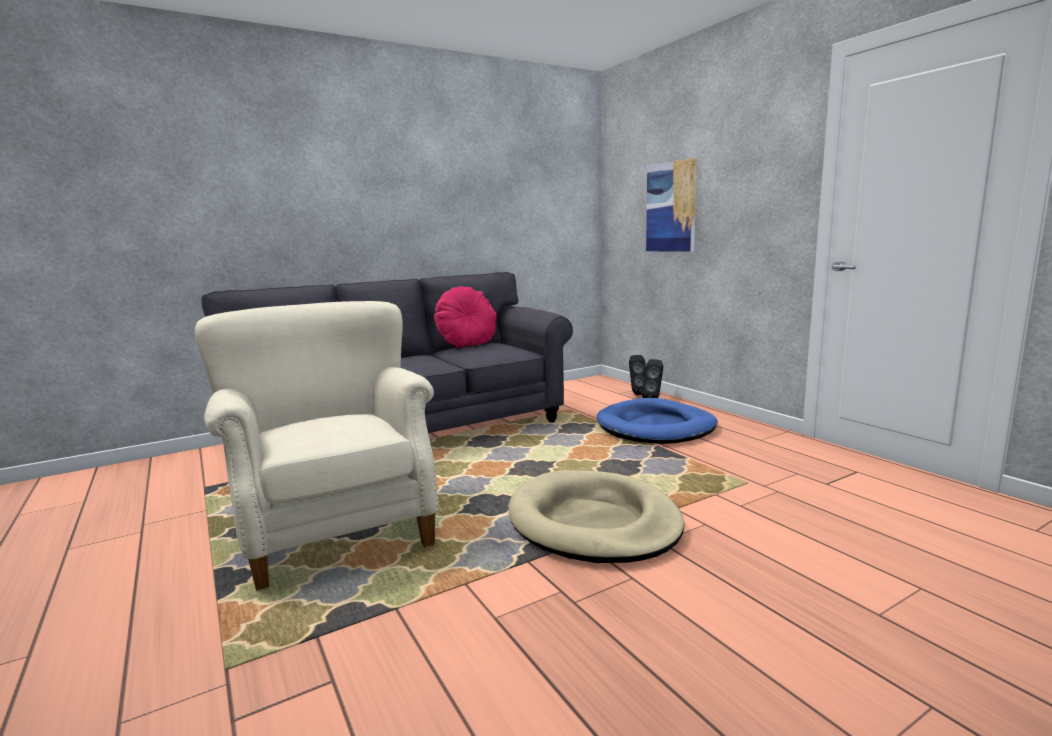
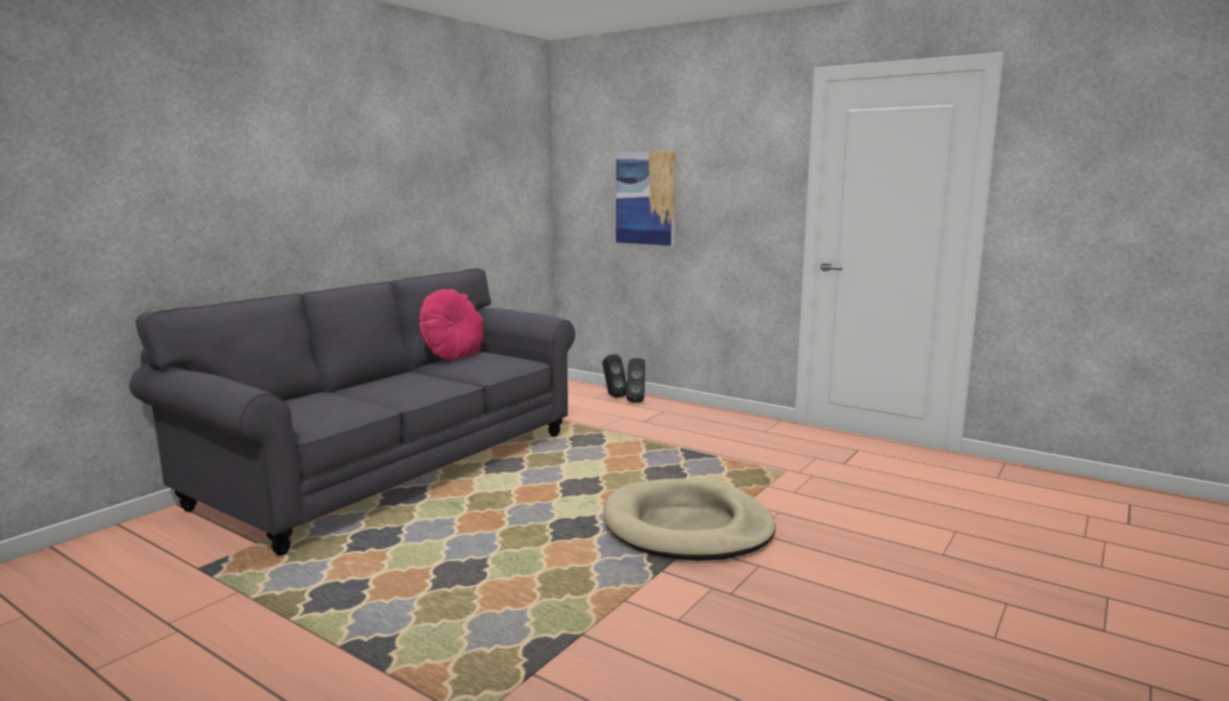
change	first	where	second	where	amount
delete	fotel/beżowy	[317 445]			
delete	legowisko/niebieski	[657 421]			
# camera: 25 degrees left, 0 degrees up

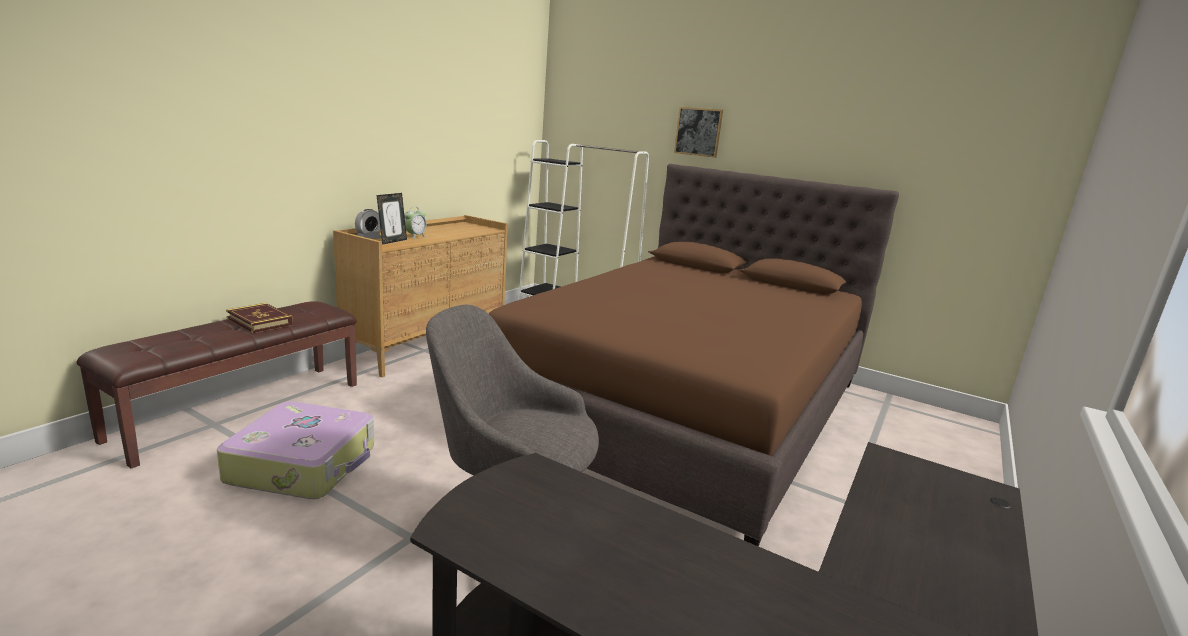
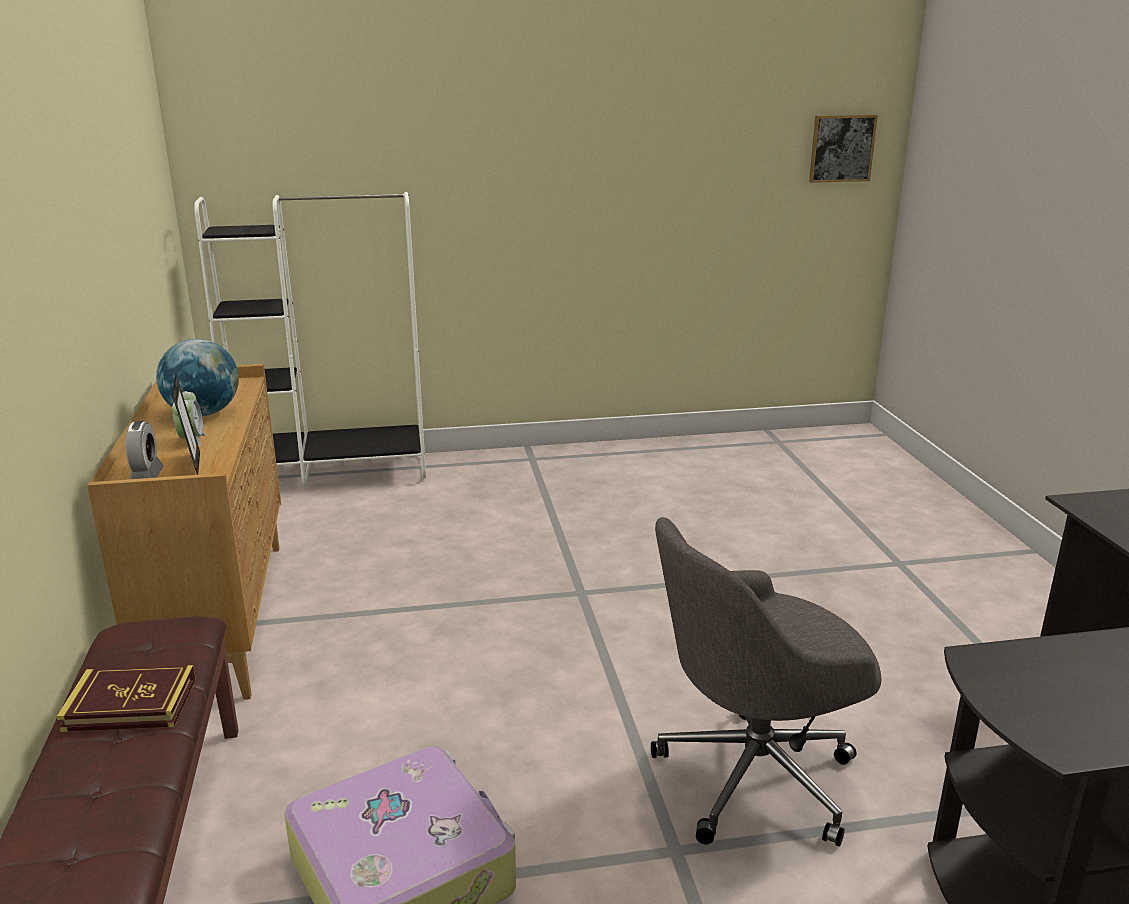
change	first	where	second	where	amount
insert			globus	[197 377]	
move	obraz	[698 132]		[843 149]	
delete	łóżko/brązowy	[694 355]			
# camera: 40 degrees left, 5 degrees up

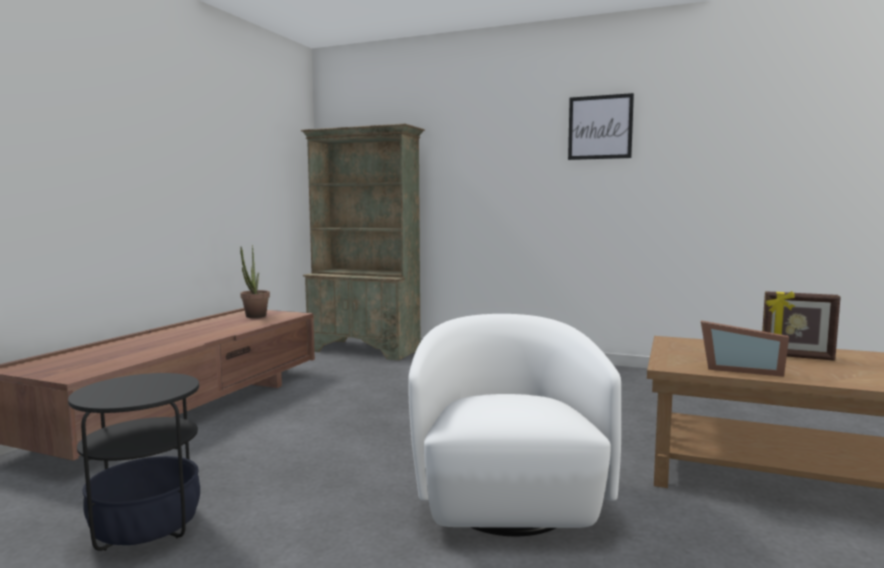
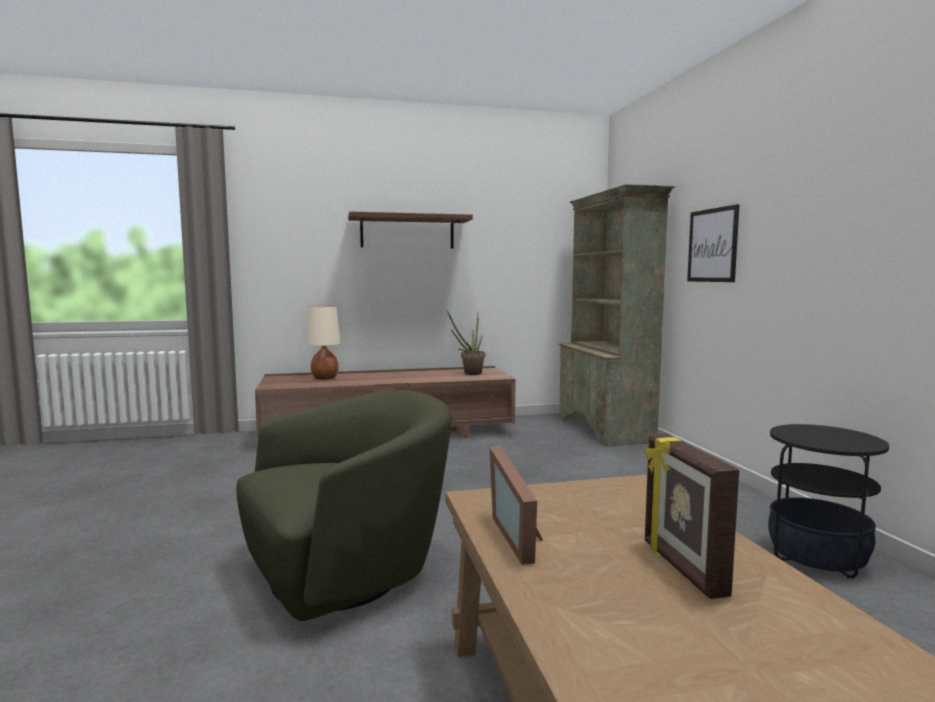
change	first	where	second	where	amount
recolor	fotel/biały	[514 425]	fotel/zielony	[344 505]	
insert			lampa stołowa/beżowy	[324 343]	
insert			półka	[410 229]	
move	obraz	[601 126]		[713 243]	
move	stolik/czarny	[134 462]		[828 501]	
# camera: 55 degrees right, 0 degrees up

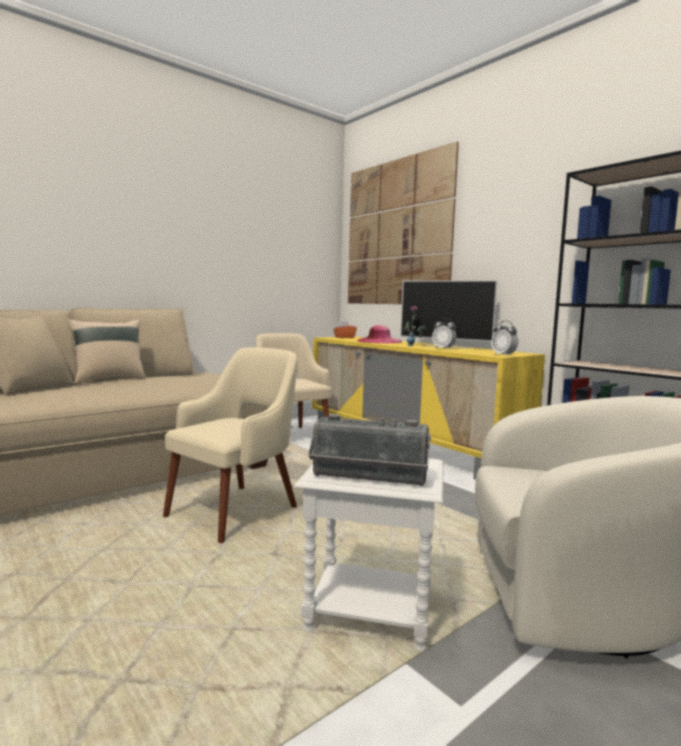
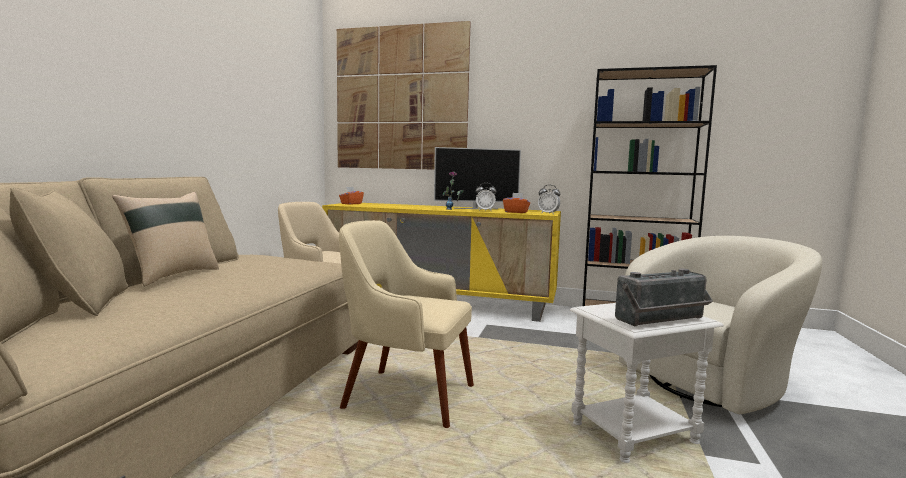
change	first	where	second	where	amount
rotate	fotel/beżowy	[230 445]		[406 324]	75 degrees counterclockwise
insert			pudełko chusteczek/pomarańczowy	[516 203]	
delete	kapelusz/różowy	[379 334]			
# camera: 35 degrees left, 0 degrees up

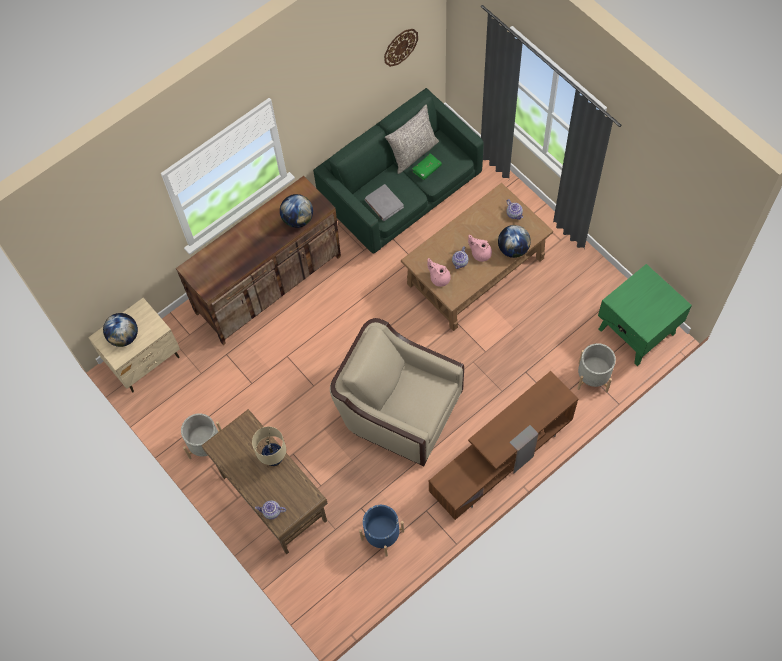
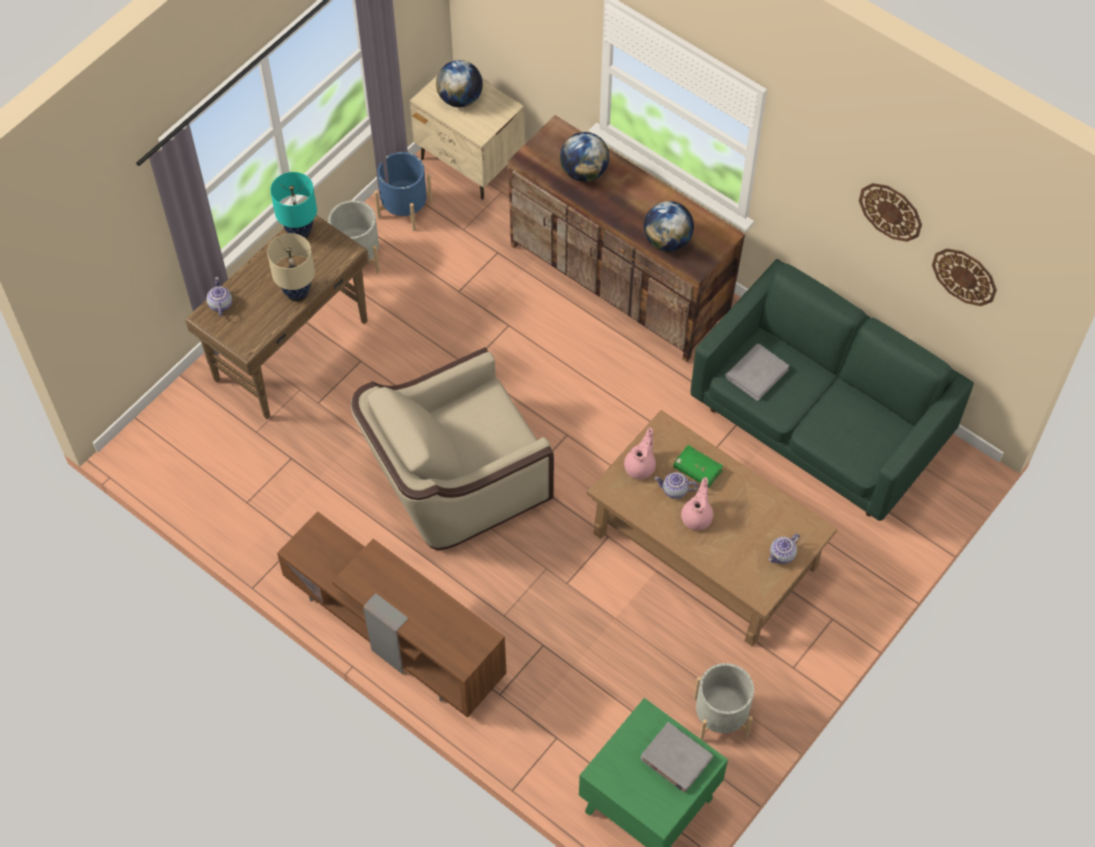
change	first	where	second	where	amount
insert			lampa stołowa/turkusowy	[293 205]	
rotate	fotel/beżowy	[397 392]		[452 448]	135 degrees counterclockwise
move	donica/niebieski	[381 531]		[403 191]	
move	globus	[514 241]		[584 157]	
insert			książka/szary	[676 757]	
move	książka/zielony	[427 166]		[698 466]	
move	donica/szary	[596 367]		[724 702]	
insert			zegar ścienny	[890 212]	
delete	poduszka/szary	[412 139]			
# camera: 75 degrees right, 5 degrees down

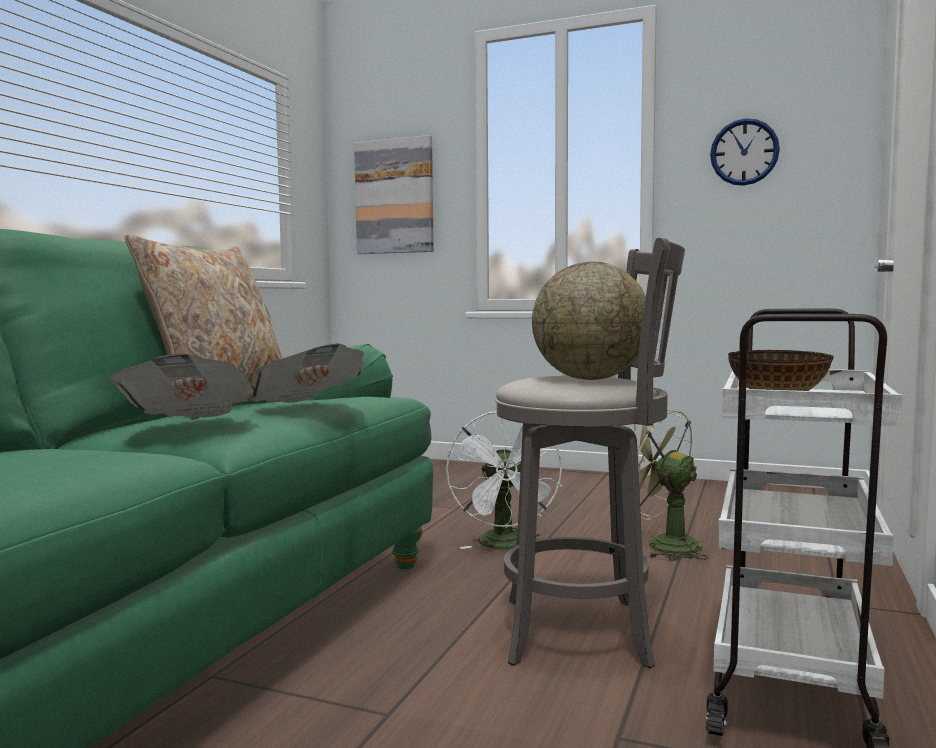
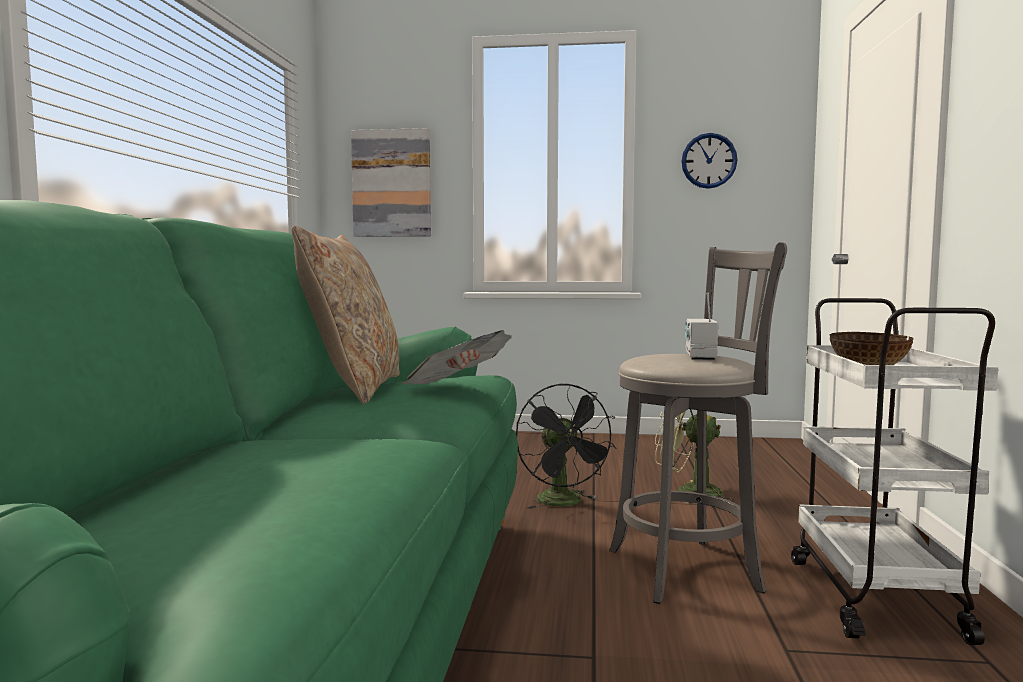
change	first	where	second	where	amount
recolor	wentylator/biały	[504 480]	wentylator/czarny	[566 446]	
replace	globus	[589 321]	radio	[701 326]	
delete	gazeta	[182 385]			
# camera: 15 degrees left, 0 degrees up

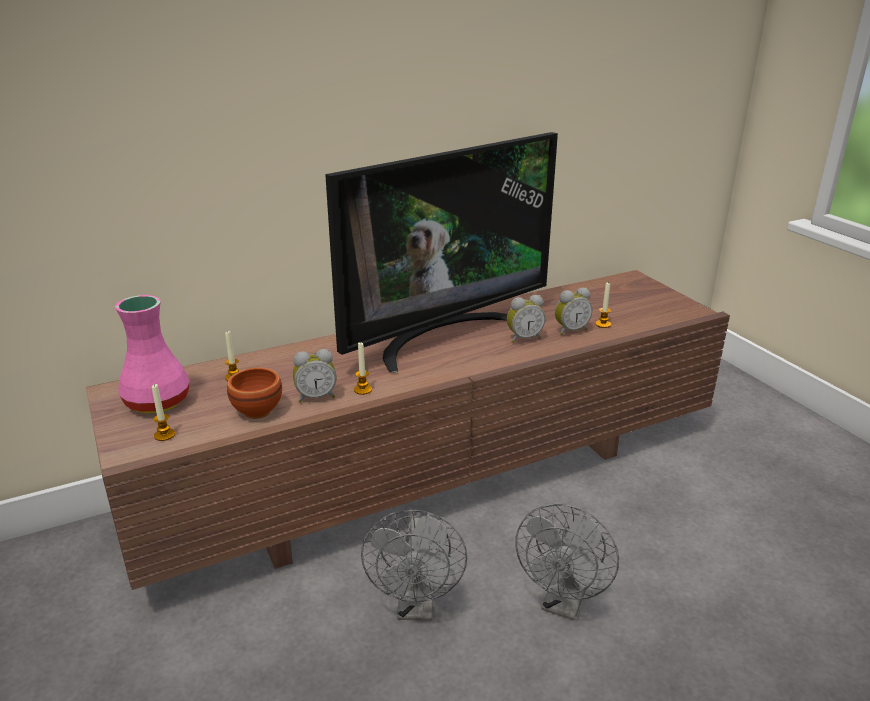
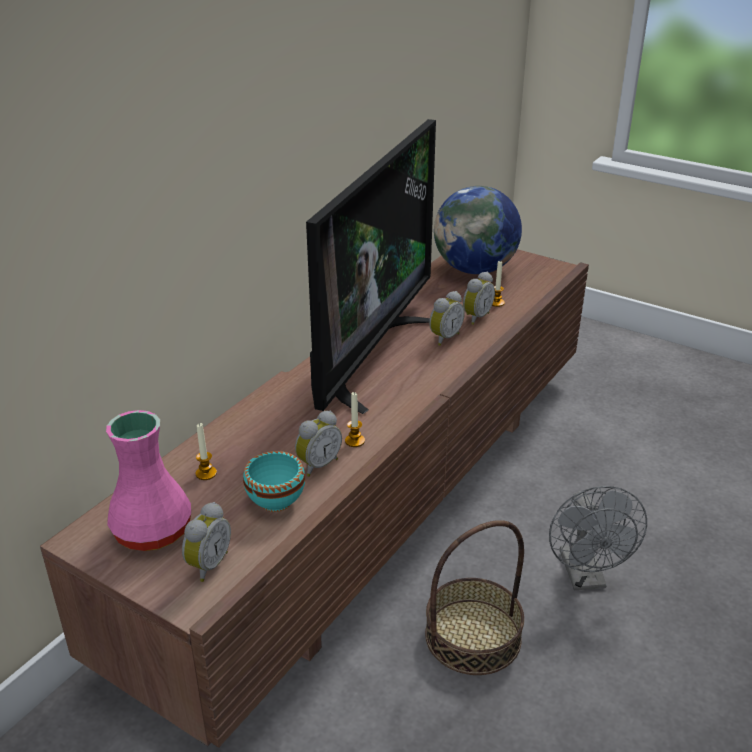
change	first	where	second	where	amount
replace	świeca	[163 412]	budzik	[206 542]	
recolor	miska/brązowy	[254 393]	miska/turkusowy	[274 481]	
replace	wentylator/szary	[414 565]	koszyk	[474 597]	
insert			globus	[478 230]	
# camera: 30 degrees left, 5 degrees up

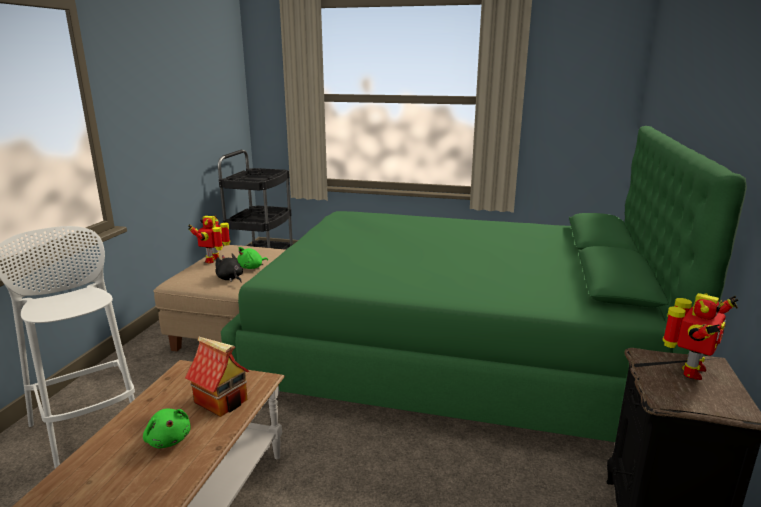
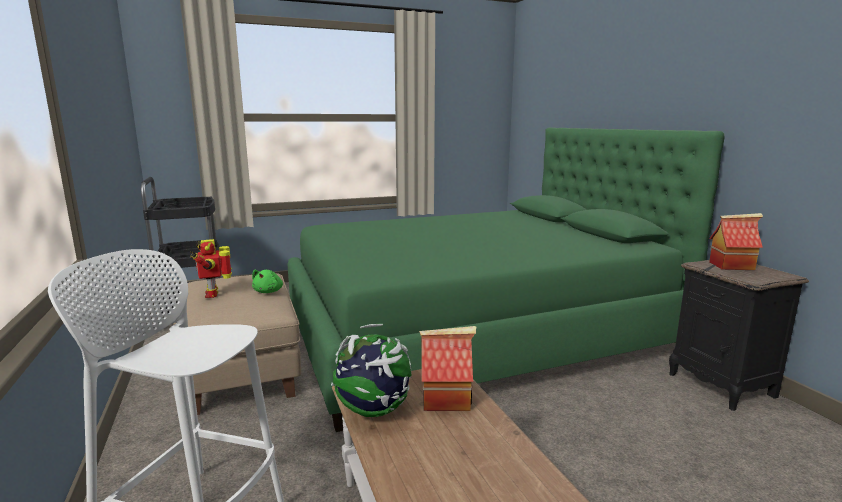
change	first	where	second	where	amount
insert			globus	[371 370]	
replace	robot zabawkowy	[700 336]	domek	[736 241]	
delete	pluszak/zielony	[167 429]			
delete	pluszak/czarny	[229 268]			
# camera: 35 degrees left, 5 degrees down

